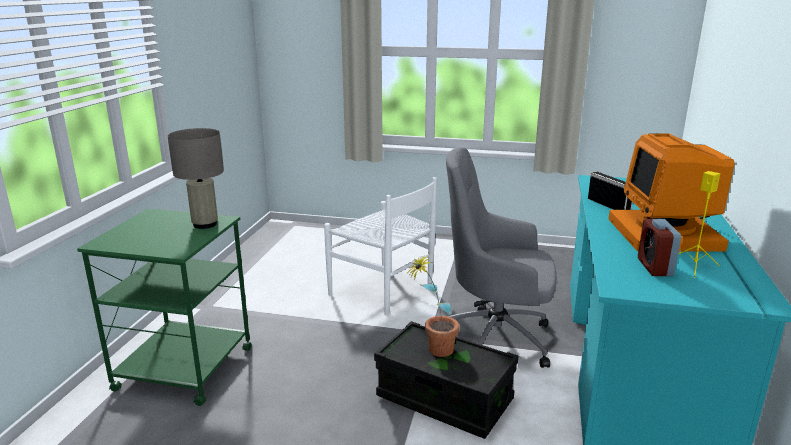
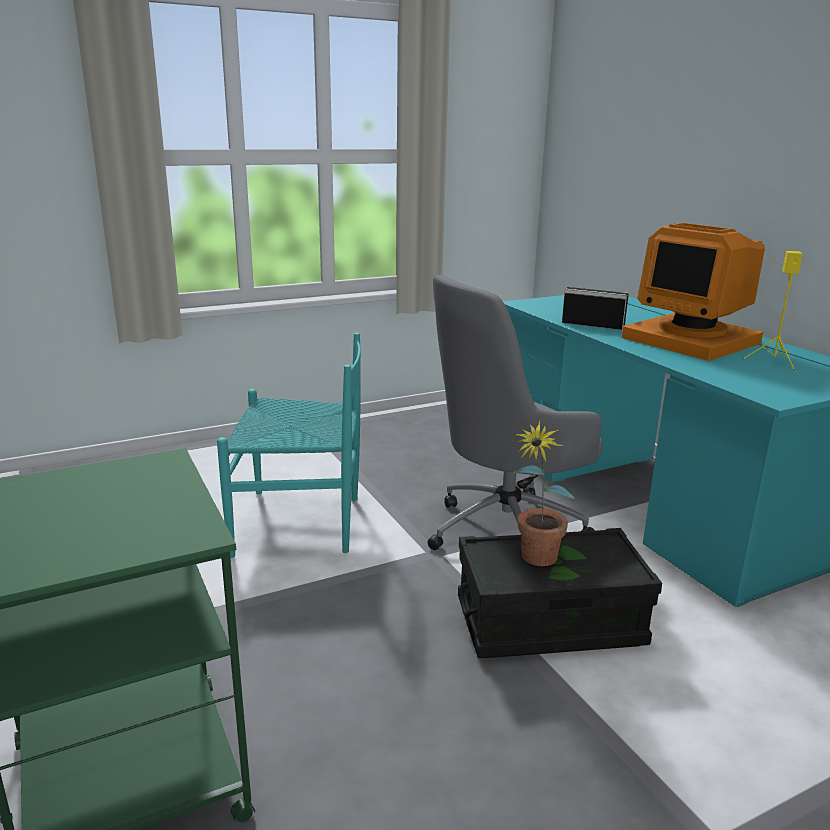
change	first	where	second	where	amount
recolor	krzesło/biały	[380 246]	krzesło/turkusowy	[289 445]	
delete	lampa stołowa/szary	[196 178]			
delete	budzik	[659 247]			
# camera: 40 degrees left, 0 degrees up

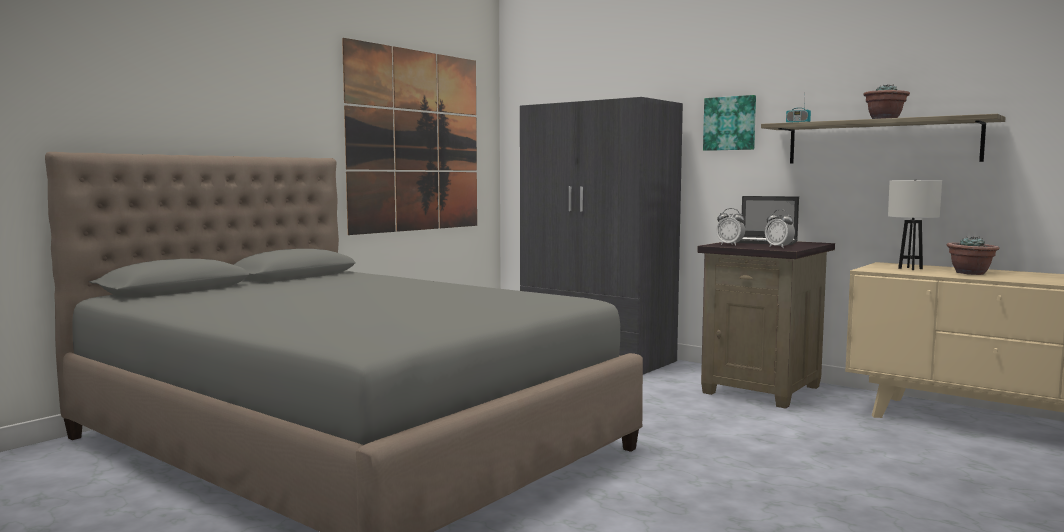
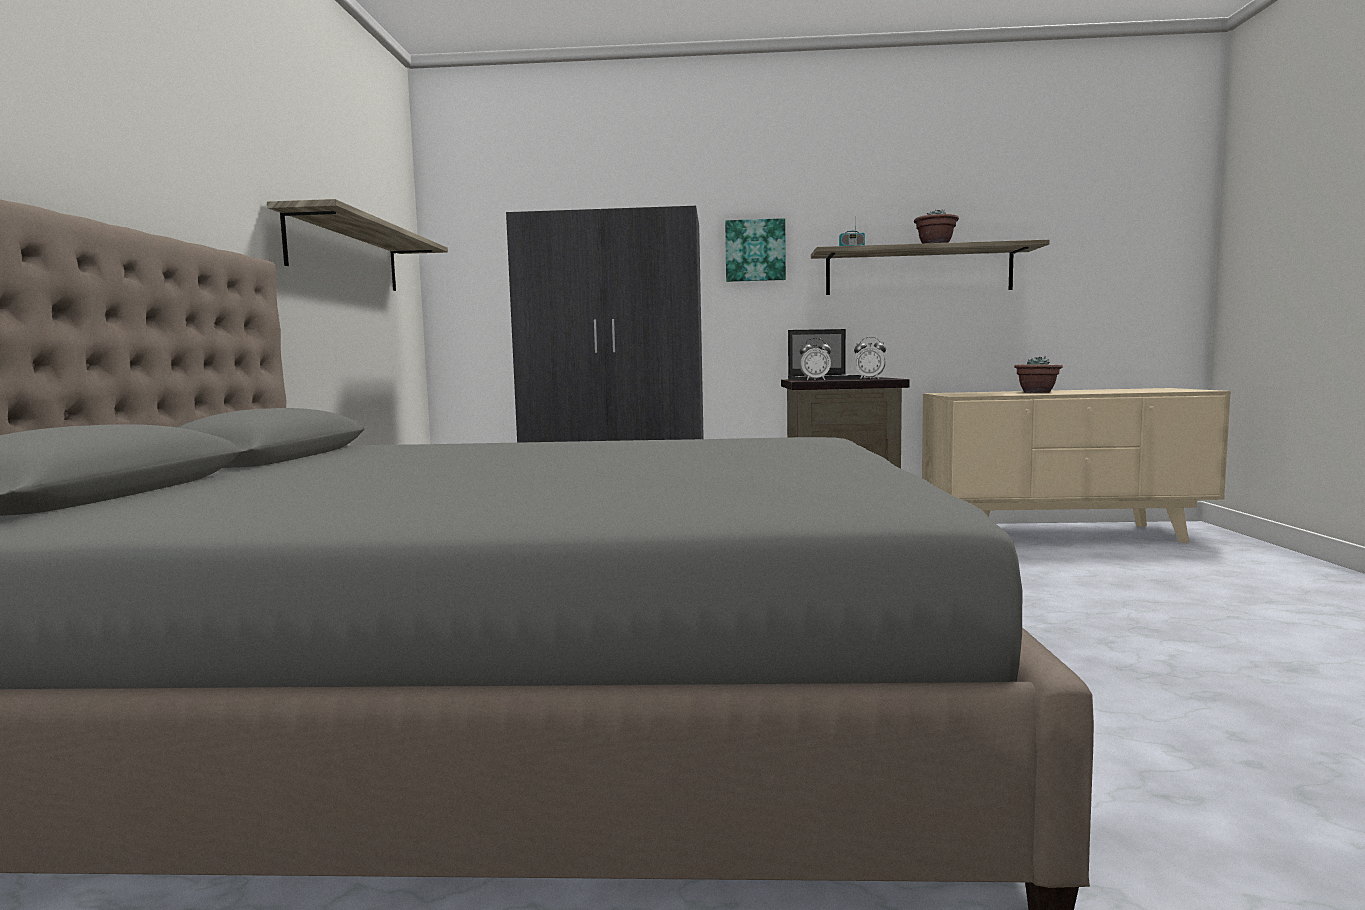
change	first	where	second	where	amount
replace	obraz	[409 136]	półka	[357 245]	
delete	lampa stołowa/biały	[915 225]			
# camera: 35 degrees left, 0 degrees up

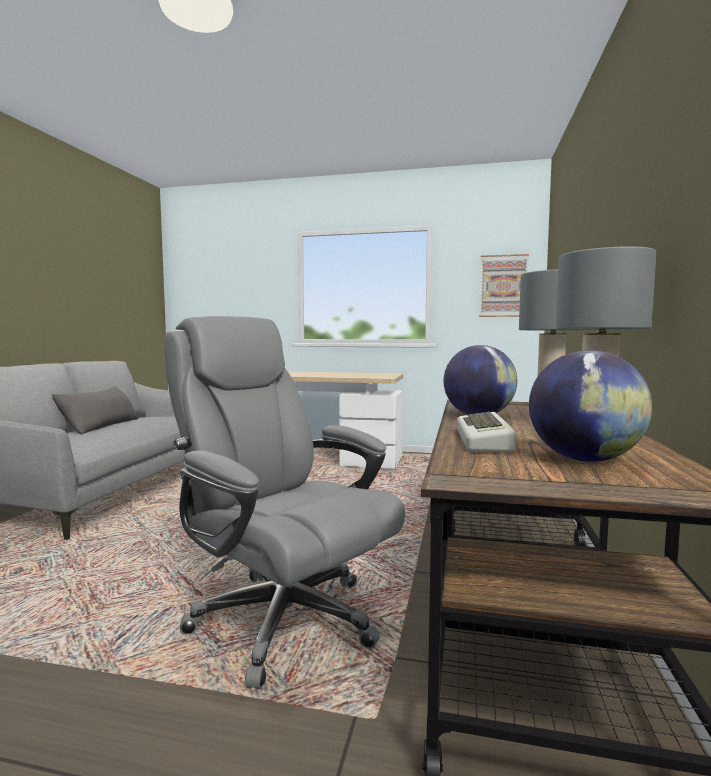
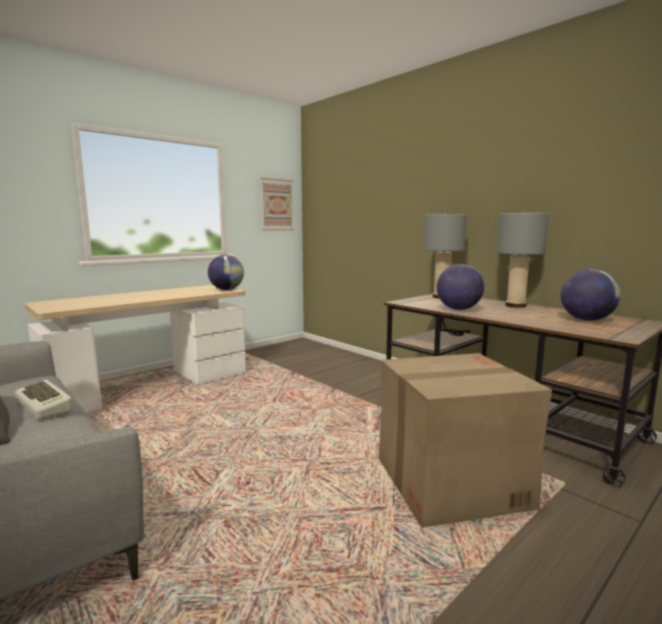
change	first	where	second	where	amount
move	klawiatura	[486 432]		[44 400]	
insert			globus	[226 272]	
replace	krzesło biurowe/szary	[284 502]	karton	[465 440]	
# camera: 55 degrees left, 5 degrees up

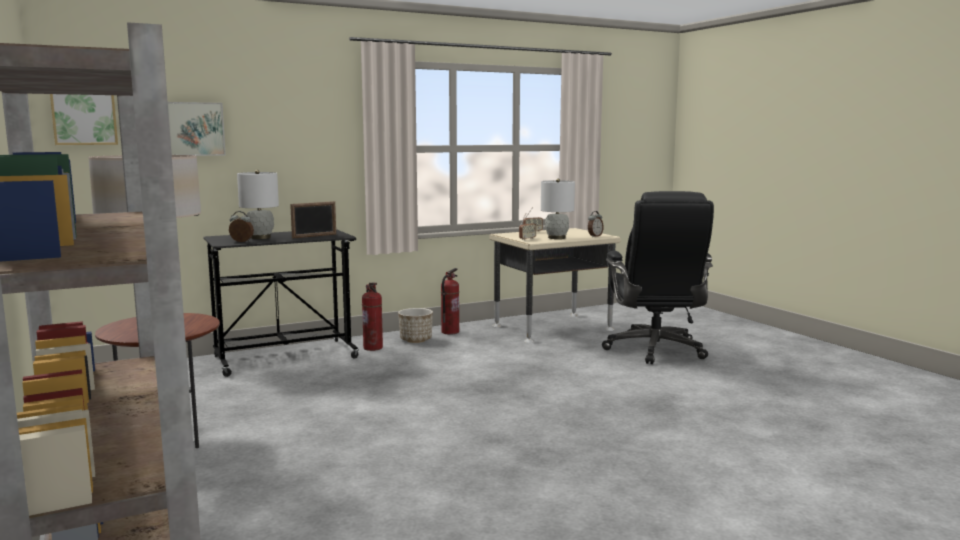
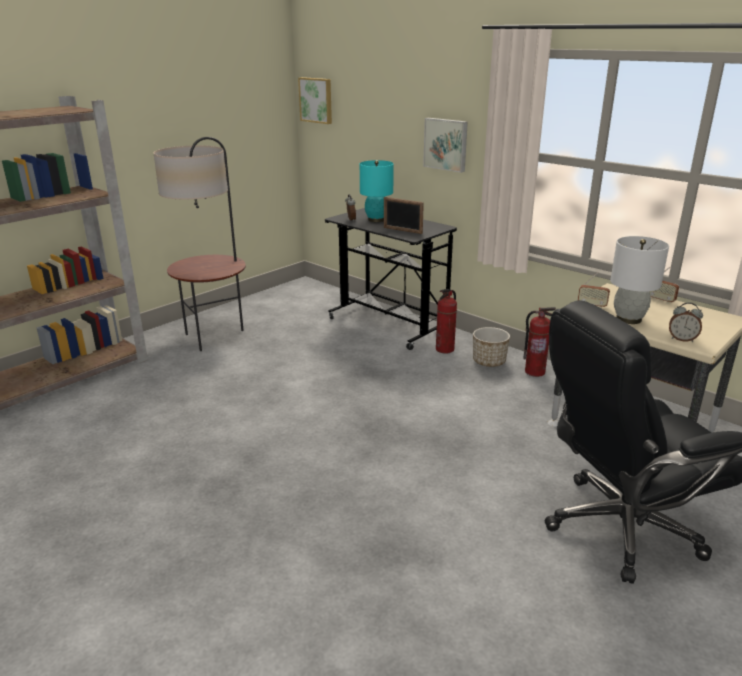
change	first	where	second	where	amount
recolor	lampa stołowa/biały	[258 204]	lampa stołowa/turkusowy	[377 191]	
move	obraz	[197 129]		[445 145]	
# camera: 70 degrees right, 15 degrees up

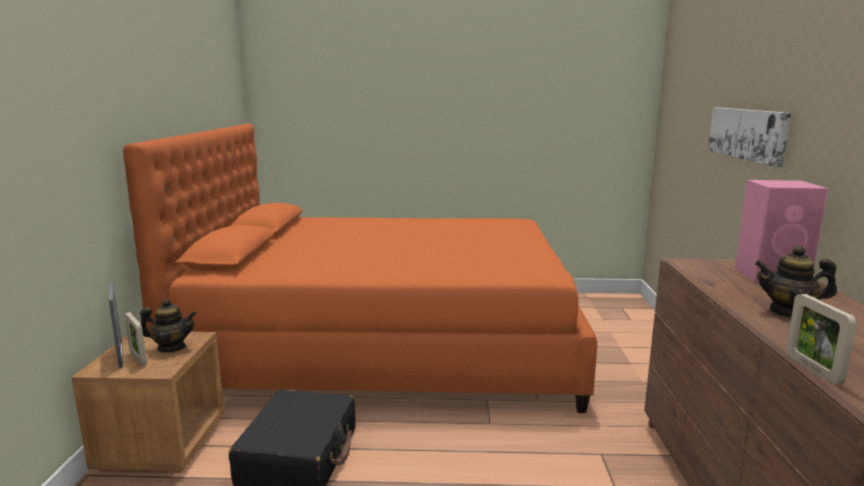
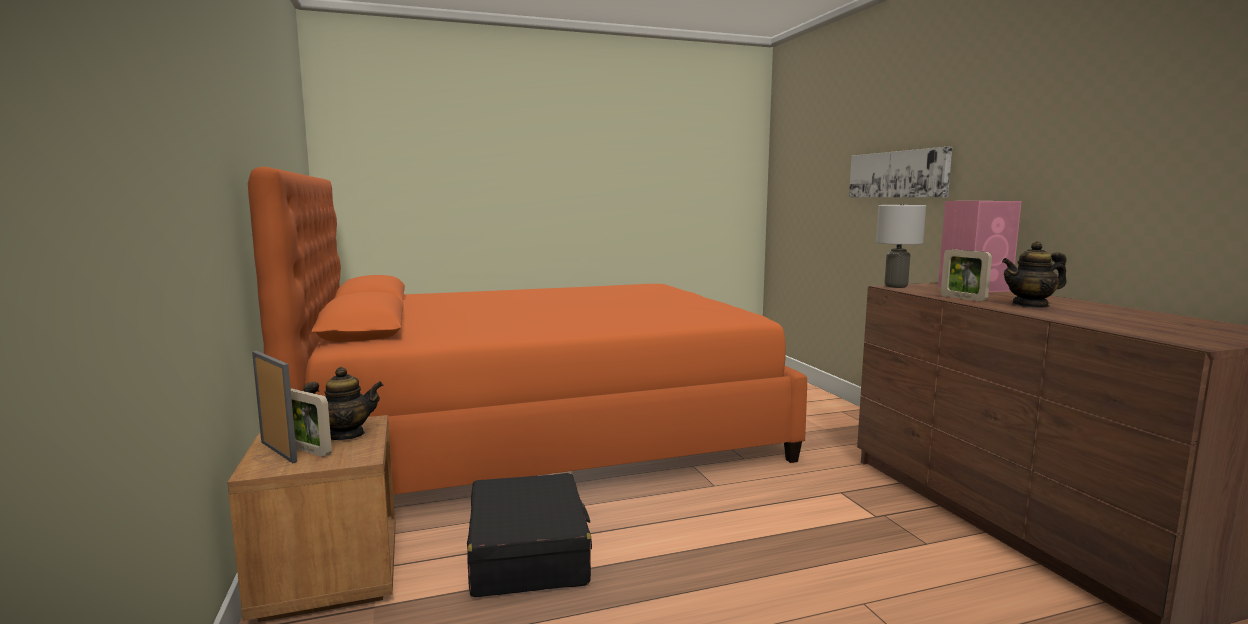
change	first	where	second	where	amount
insert			lampa stołowa/biały	[901 245]	
move	ramka na zdjęcie	[821 339]		[966 275]	
# camera: 20 degrees left, 5 degrees down

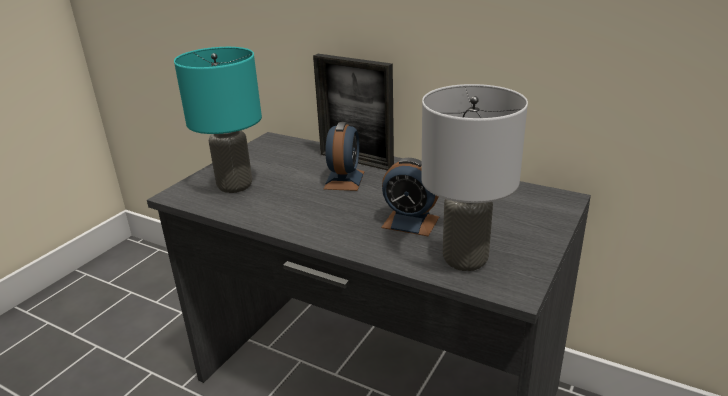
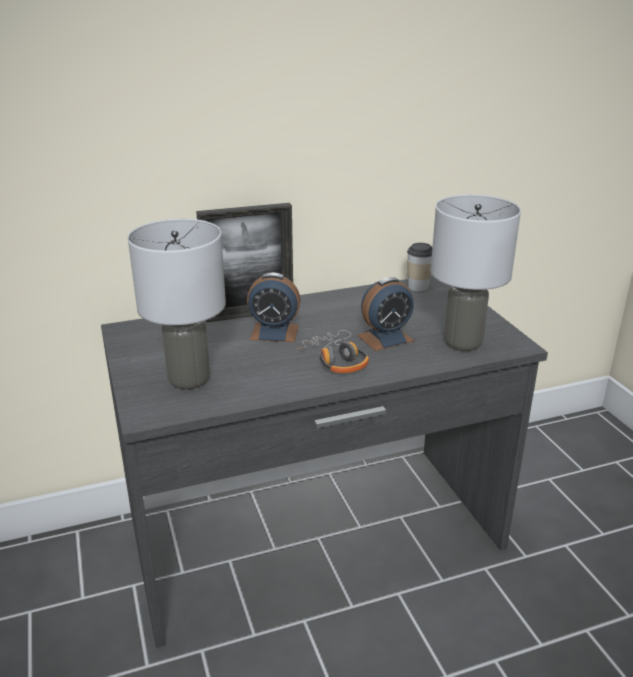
change	first	where	second	where	amount
recolor	lampa stołowa/turkusowy	[218 120]	lampa stołowa/biały	[177 304]	
rotate	budzik	[344 156]		[273 307]	135 degrees clockwise
insert			słuchawki	[333 351]	
insert			filiżanka	[419 267]	
# camera: 50 degrees left, 0 degrees up

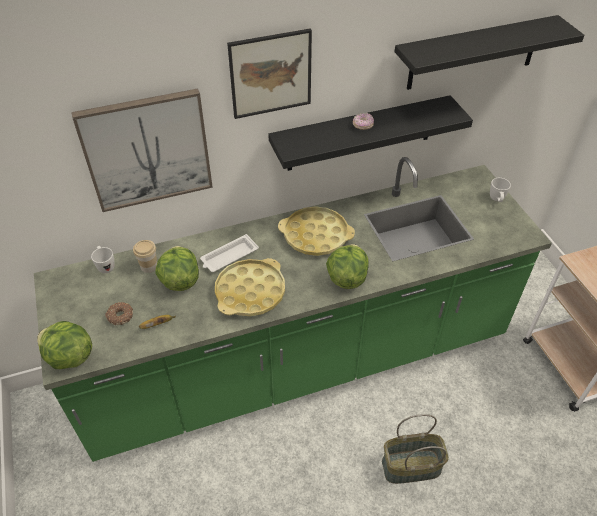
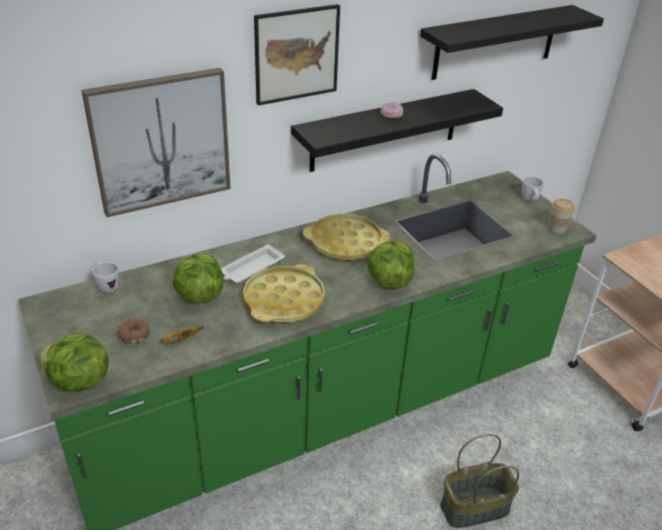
change	first	where	second	where	amount
move	filiżanka	[145 256]		[562 216]	
# camera: 10 degrees left, 10 degrees down

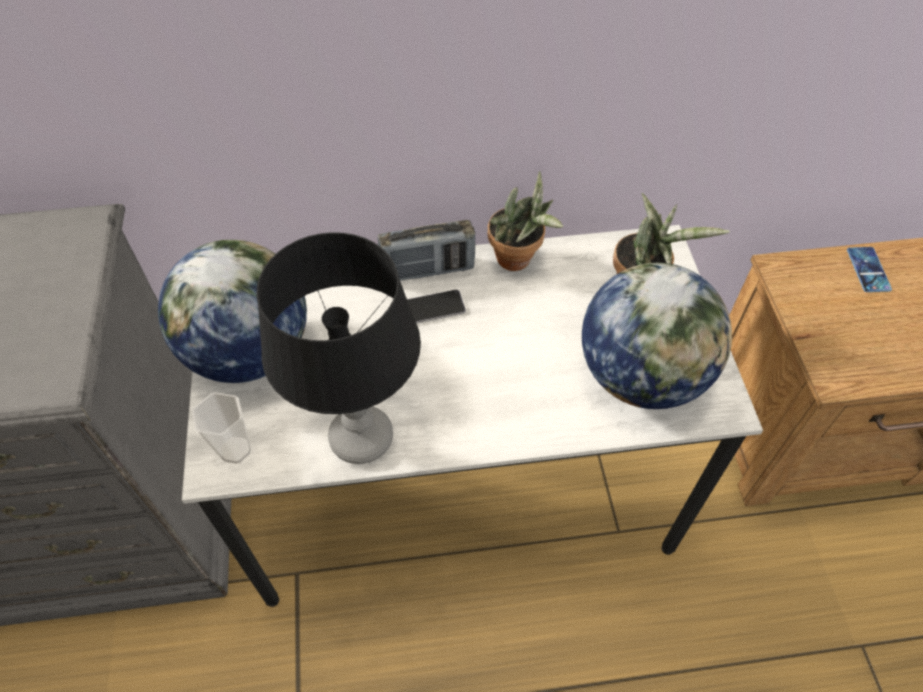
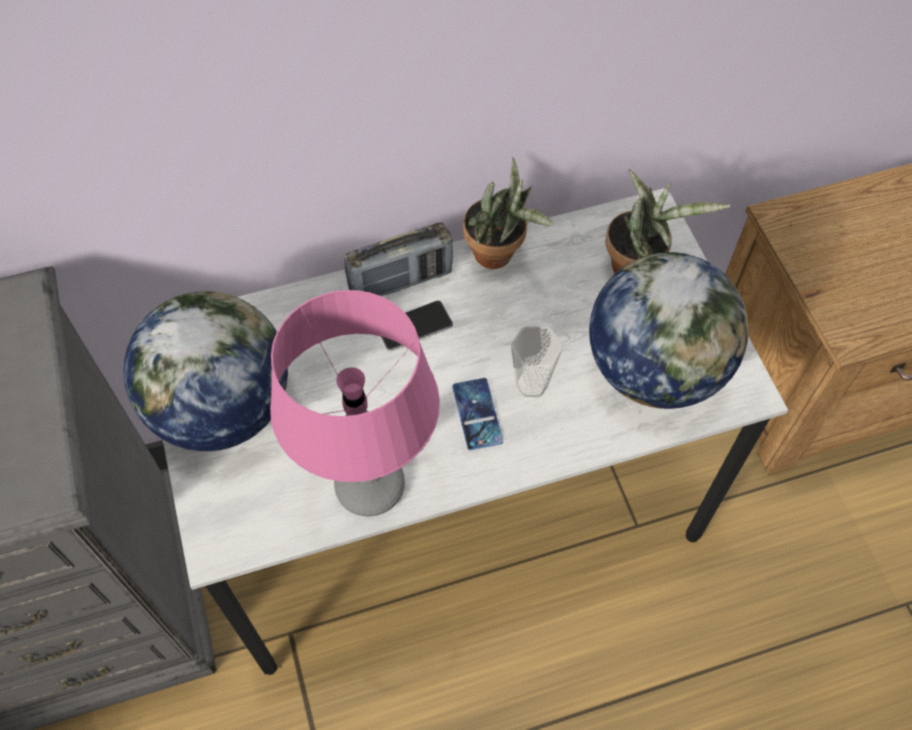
change	first	where	second	where	amount
recolor	lampa stołowa/czarny	[339 348]	lampa stołowa/różowy	[355 403]	
move	telefon	[869 269]		[477 414]	
move	filiżanka	[221 428]		[537 361]	
# camera: 10 degrees left, 5 degrees up

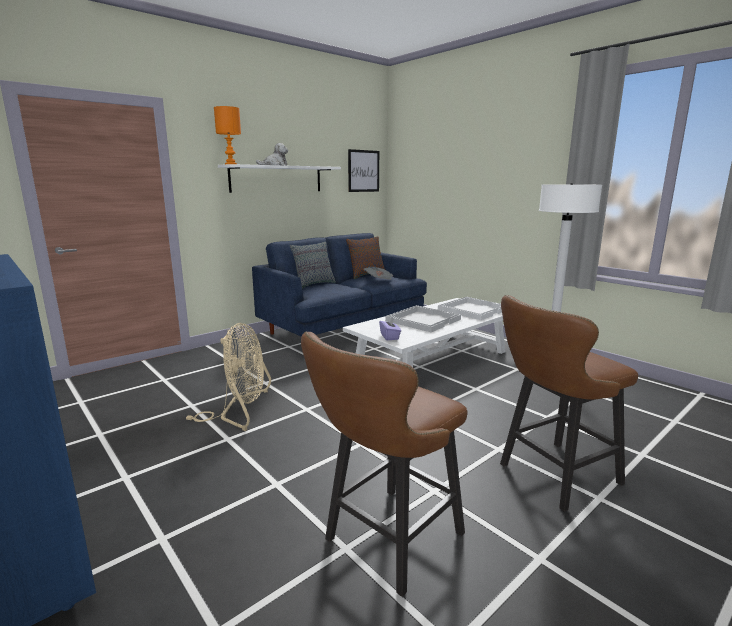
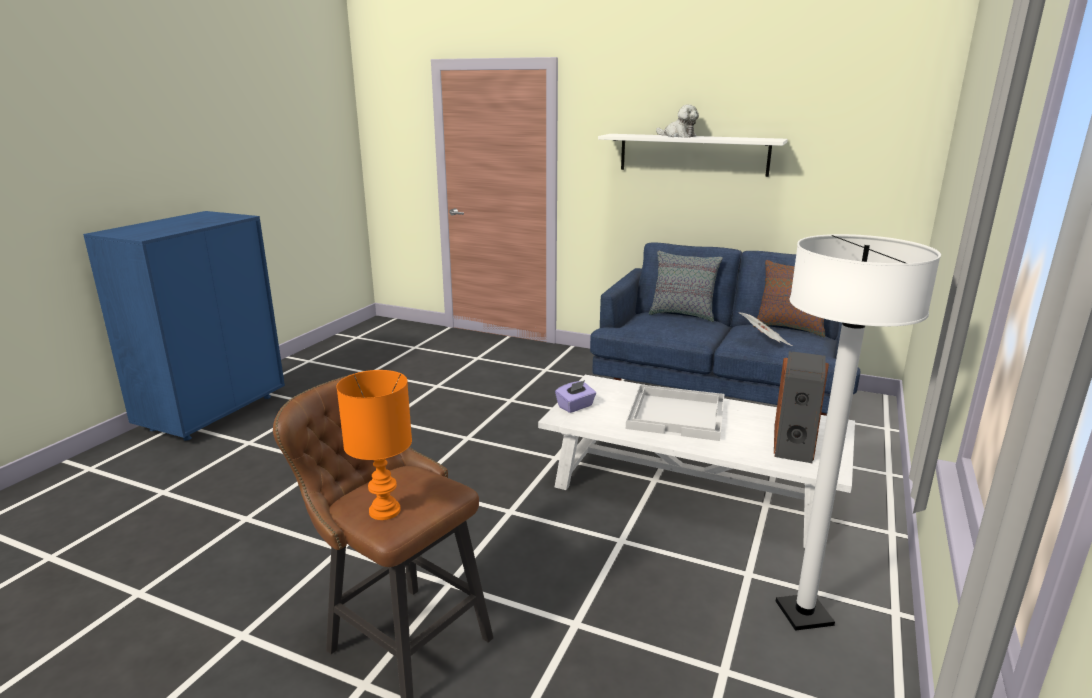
change	first	where	second	where	amount
move	lampa stołowa/pomarańczowy	[227 135]		[374 445]	
replace	taca/biały	[470 308]	głośnik	[801 407]	
delete	wentylator/beżowy	[228 377]			
delete	stołek/brązowy	[384 464]			
delete	obraz	[363 170]			
# camera: 65 degrees right, 5 degrees up

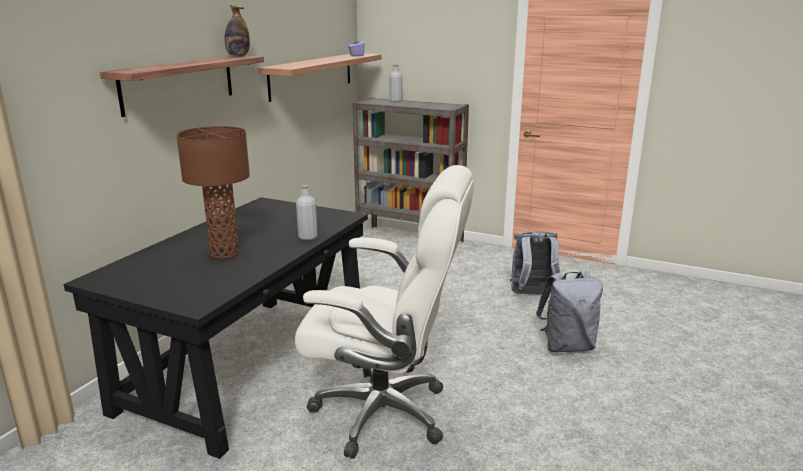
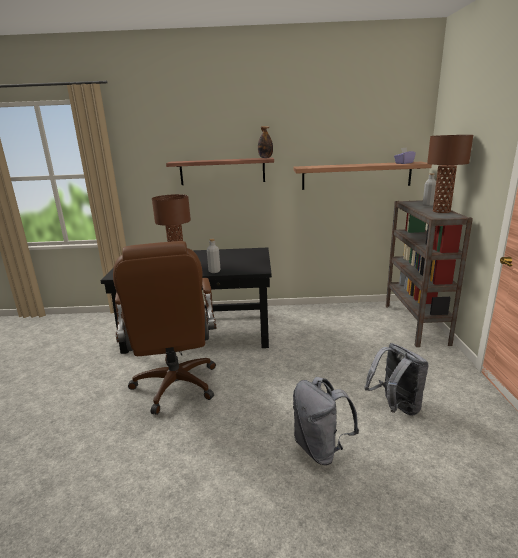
change	first	where	second	where	amount
recolor	krzesło biurowe/biały	[384 312]	krzesło biurowe/brązowy	[164 328]	
insert			lampa stołowa/brązowy	[450 174]	
# camera: 65 degrees right, 0 degrees up

